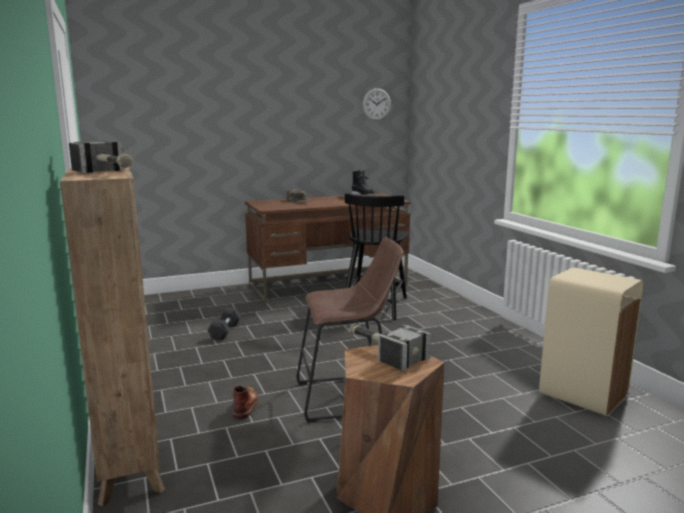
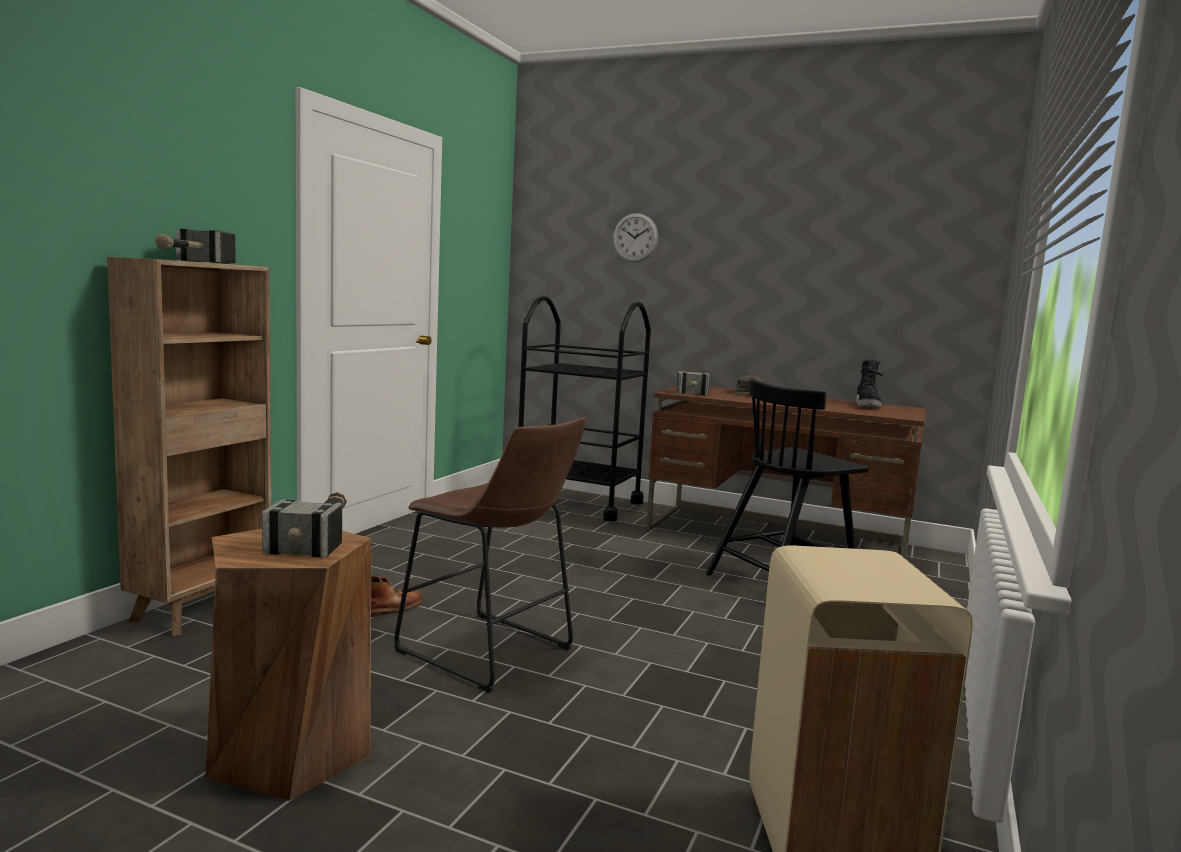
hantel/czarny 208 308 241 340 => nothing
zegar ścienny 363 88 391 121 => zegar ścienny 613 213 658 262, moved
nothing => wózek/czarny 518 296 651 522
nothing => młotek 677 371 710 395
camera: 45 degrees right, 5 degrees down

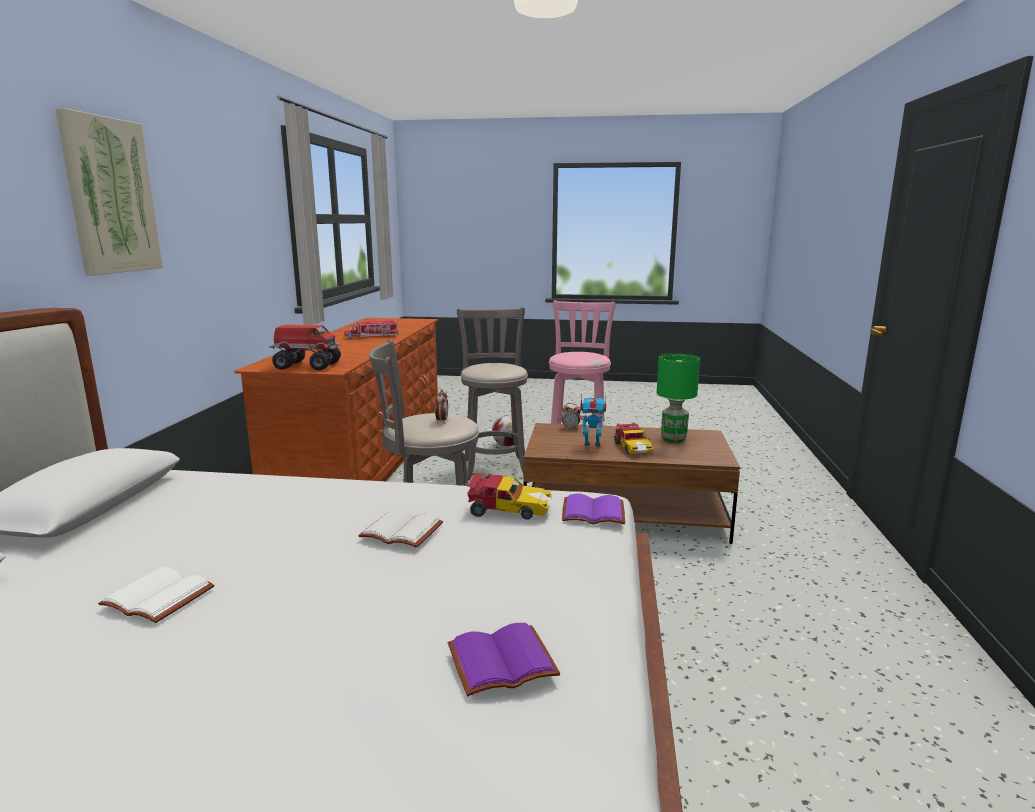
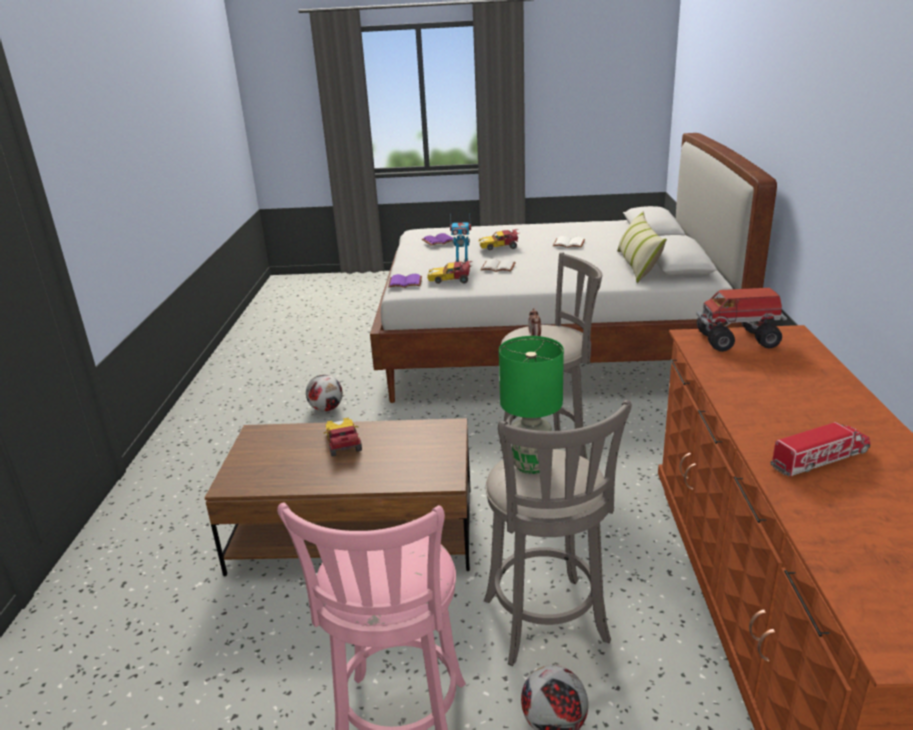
obraz 55 108 163 275 => nothing
budzik 561 403 581 429 => nothing
robot zabawkowy 580 394 606 450 => robot zabawkowy 450 222 471 264, moved
lampa stołowa/zielony 657 353 700 443 => lampa stołowa/zielony 499 336 564 474, moved
nothing => piłka futbolowa 306 375 343 412
nothing => samochodzik 479 229 519 250
nothing => poduszka 617 211 667 283
camera: 175 degrees right, 10 degrees up

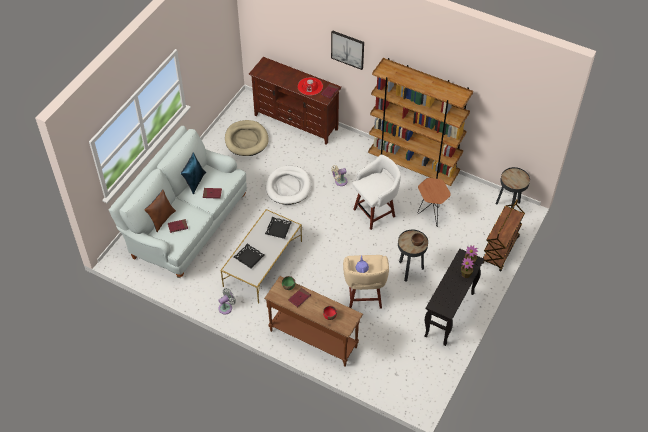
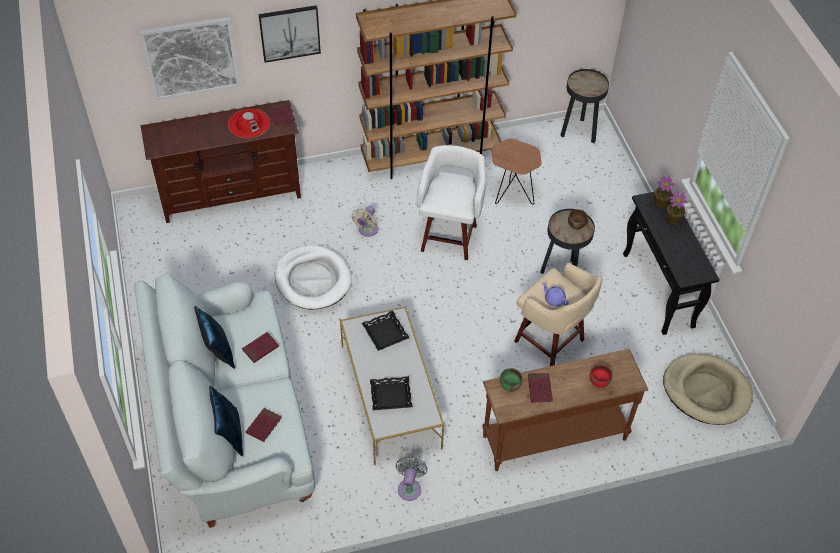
poduszka/brązowy 144 189 176 232 => poduszka/niebieski 209 385 243 456
legowisko/beżowy 225 120 269 156 => legowisko/beżowy 663 353 753 425, moved
wózek/brązowy 482 199 525 271 => nothing
nothing => obraz 140 17 240 100
camera: 45 degrees left, 0 degrees up

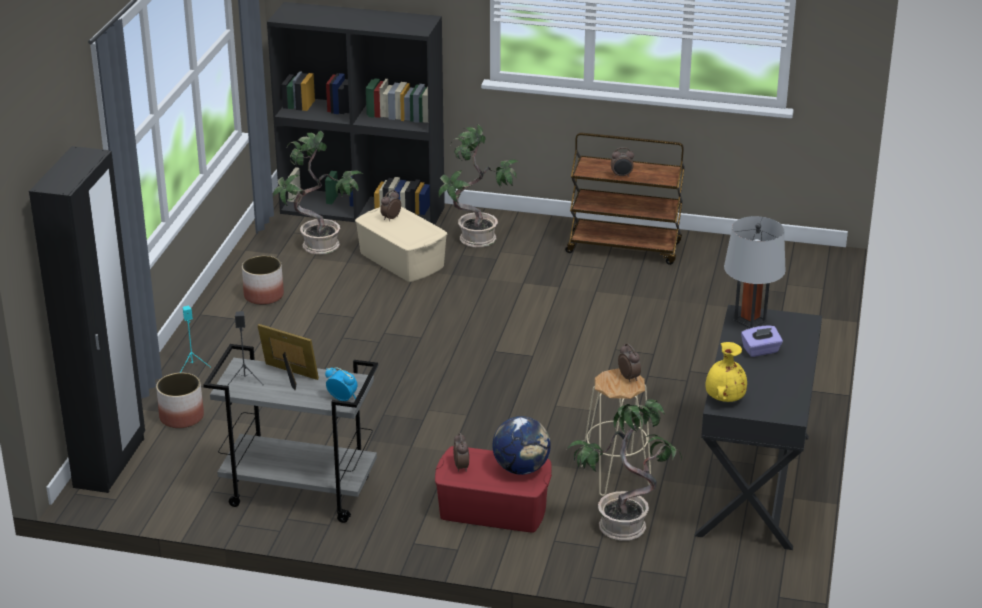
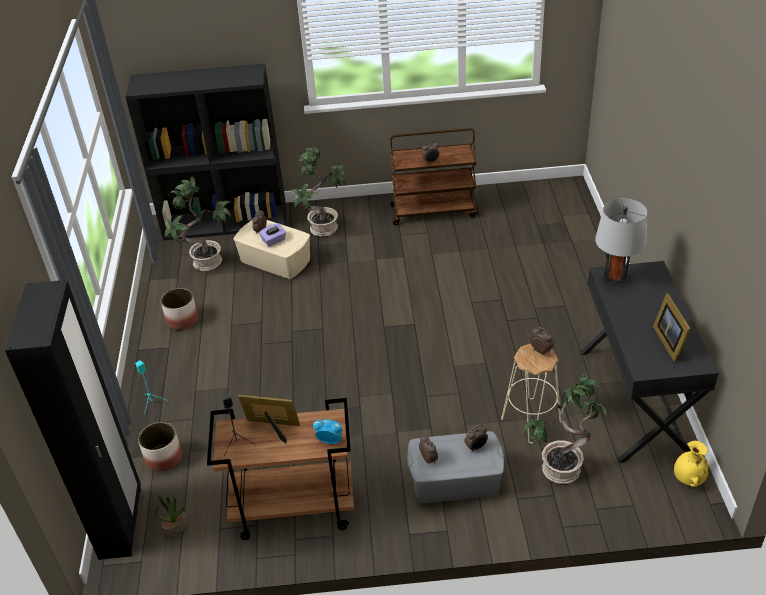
wózek/szary 203 344 378 523 => wózek/brązowy 207 398 354 540
pojemnik do przechowywania/czerwony 435 446 552 533 => pojemnik do przechowywania/szary 407 431 504 503
globus 492 416 551 475 => budzik 464 424 488 452
wazon/żółty 705 342 747 402 => wazon/żółty 674 441 709 487, moved
pudełko chusteczek/fioletowy 741 325 783 357 => pudełko chusteczek/fioletowy 259 223 286 246, moved
nothing => roślina doniczkowa 156 494 187 537
nothing => ramka na zdjęcie 653 294 691 362
camera: 15 degrees left, 10 degrees up

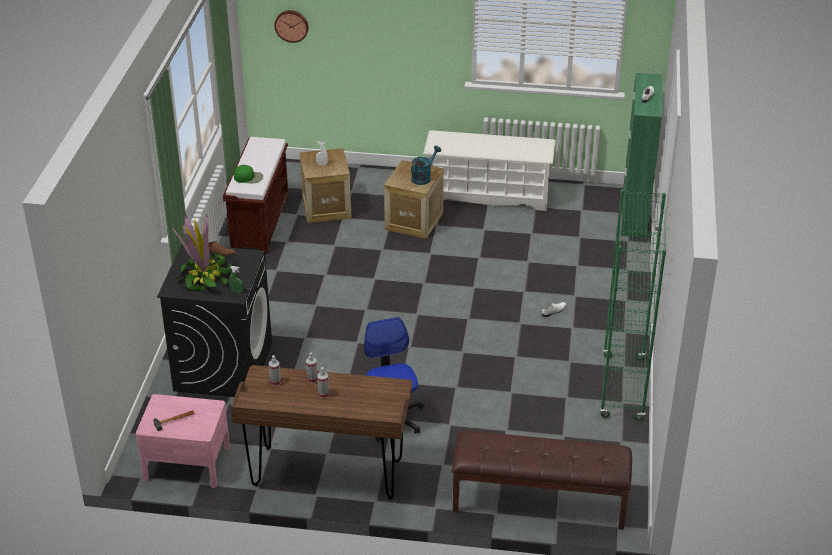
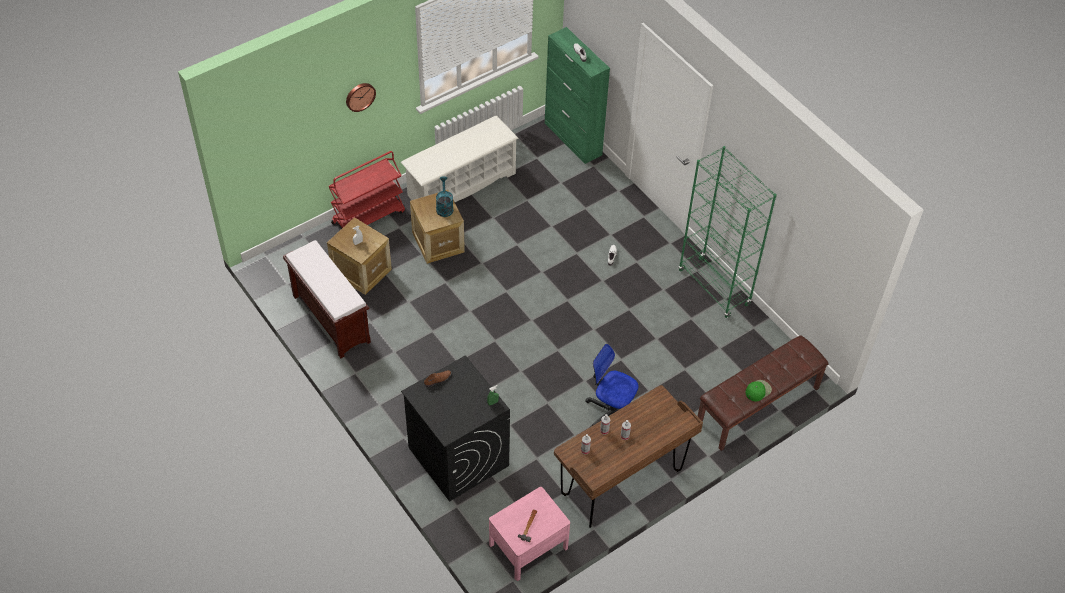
roślina doniczkowa 172 212 232 292 => nothing
czapka z daszkiem/zielony 234 165 263 183 => czapka z daszkiem/zielony 746 380 772 401, moved
zegar ścienny 274 10 309 43 => zegar ścienny 346 83 376 112, moved
nothing => wózek/czerwony 328 151 405 228
camera: 45 degrees left, 15 degrees up

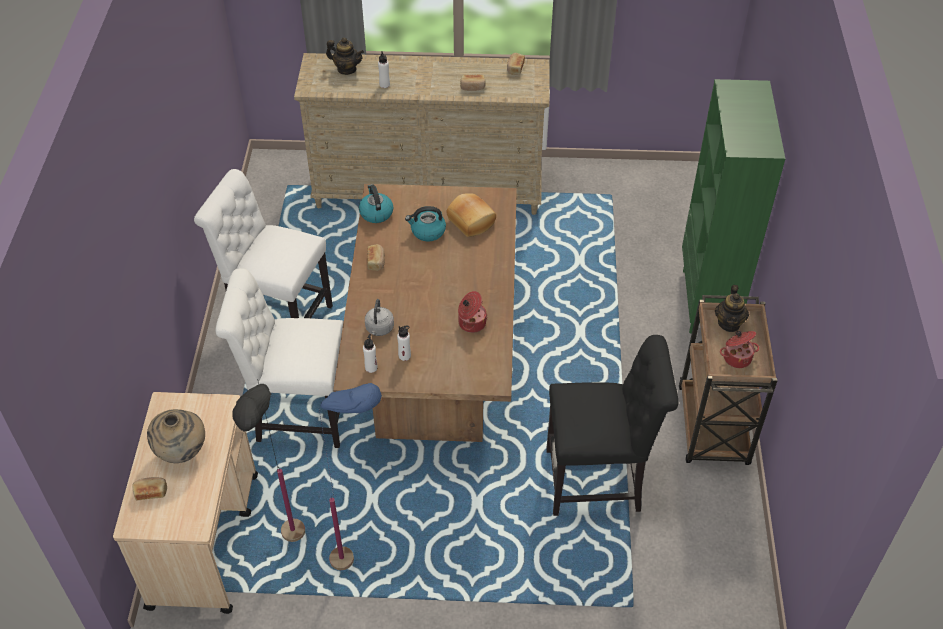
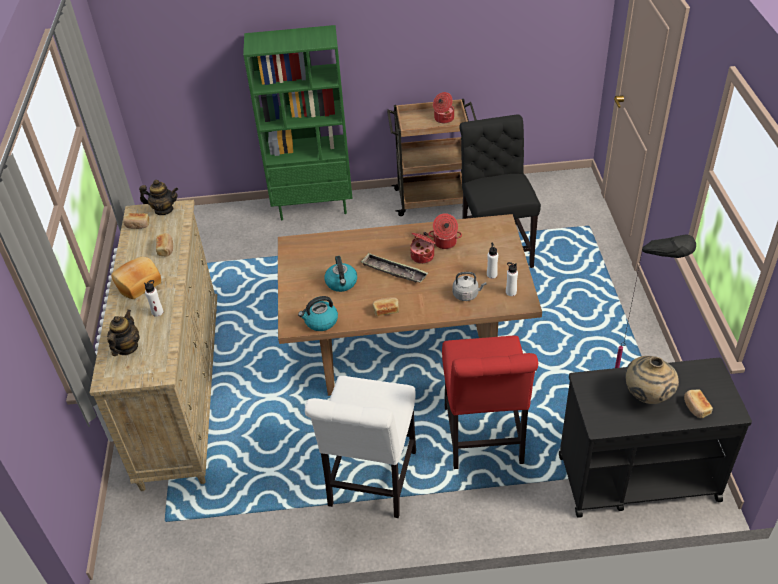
wózek/beżowy 113 392 258 614 => wózek/czarny 559 358 752 518
krzesło/biały 215 268 344 448 => krzesło/czerwony 442 336 538 469
lampa stojąca/niebieski 319 383 382 570 => nothing
chleb 446 193 496 237 => chleb 111 257 161 299, moved
imbryk 715 285 749 332 => imbryk 139 180 178 215, moved
nothing => taca 361 253 428 283
nothing => garnek 410 232 436 264
camera: 95 degrees left, 5 degrees down

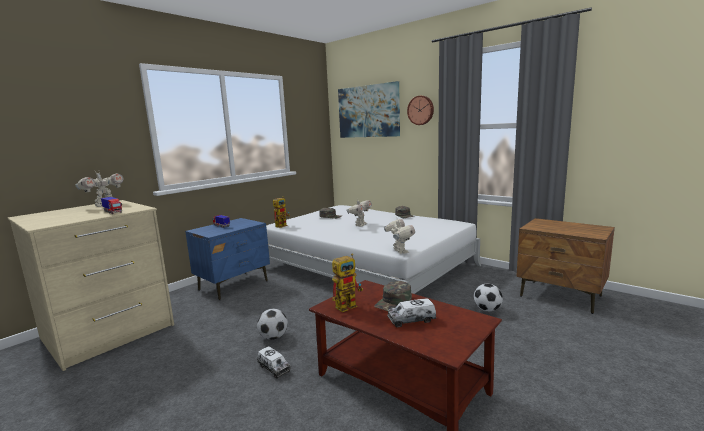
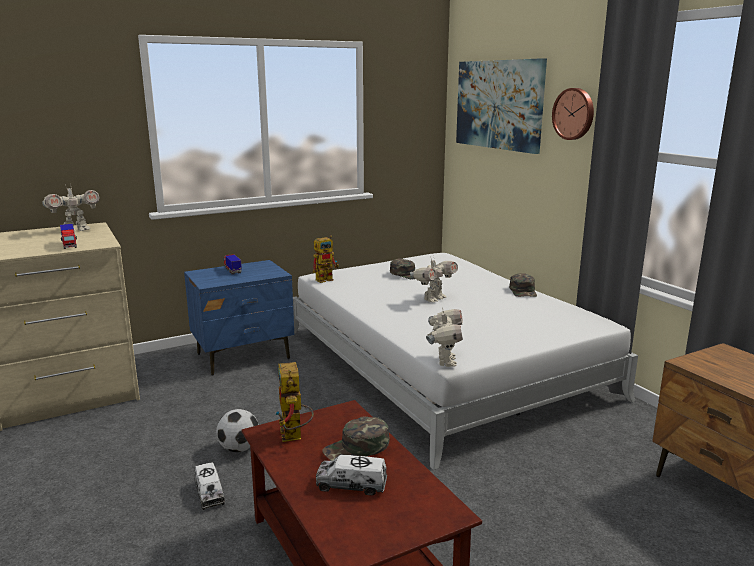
robot zabawkowy 332 253 363 312 => robot zabawkowy 275 362 314 442, 90 degrees clockwise
piłka futbolowa 474 284 503 311 => nothing
camera: 20 degrees right, 5 degrees up

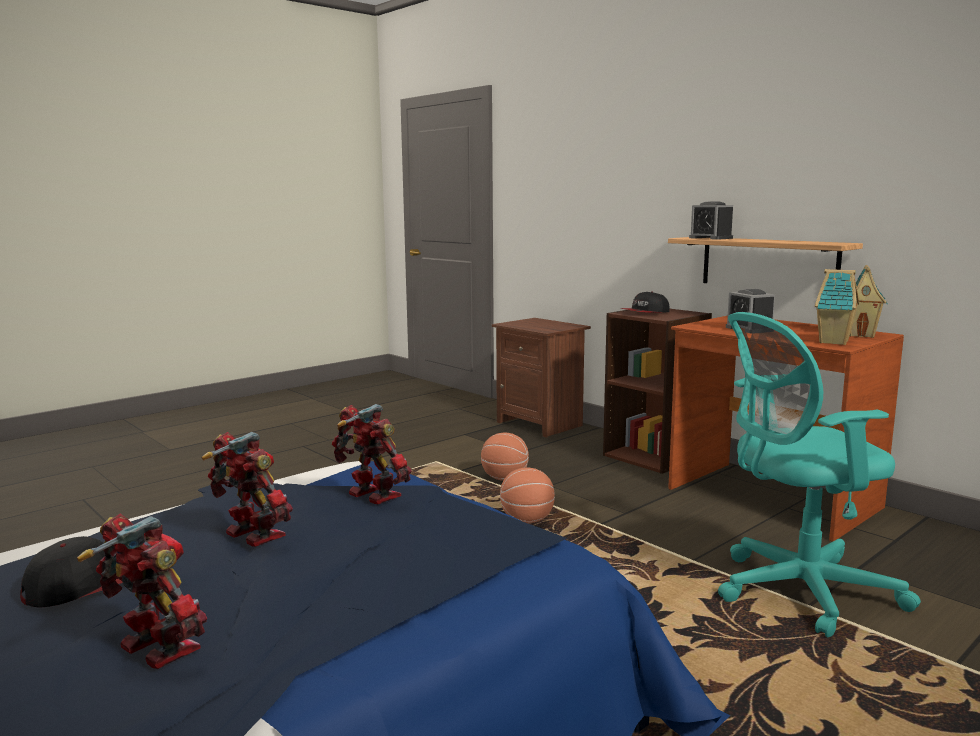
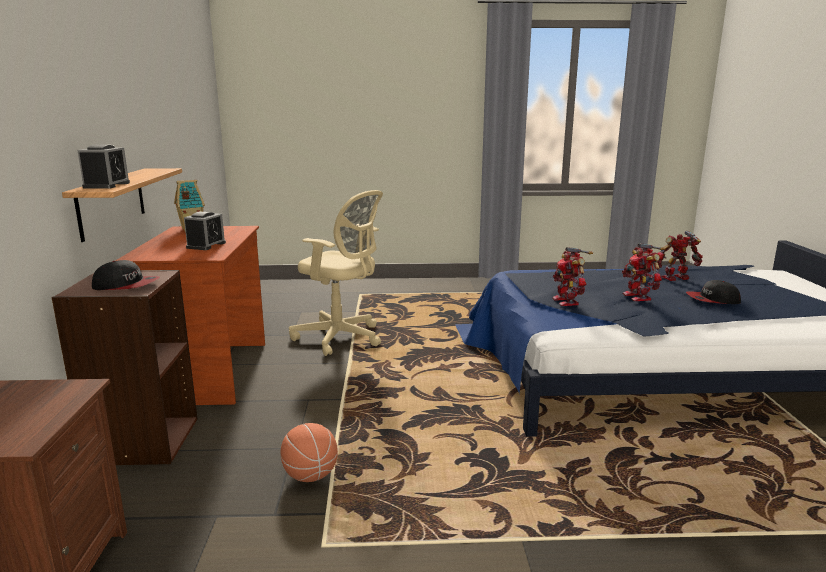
robot zabawkowy 77 513 207 669 => robot zabawkowy 657 231 703 281, 90 degrees clockwise
piłka do koszykówki 500 468 555 523 => nothing
krzesło biurowe/turkusowy 718 312 921 637 => krzesło biurowe/beżowy 289 190 383 356
domek 815 269 859 345 => nothing
camera: 140 degrees left, 5 degrees up

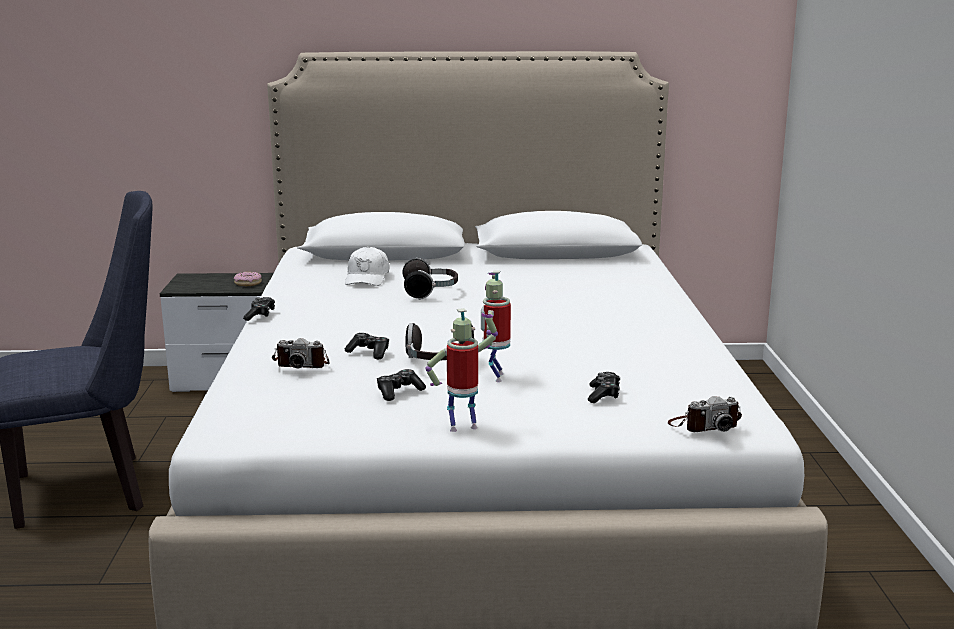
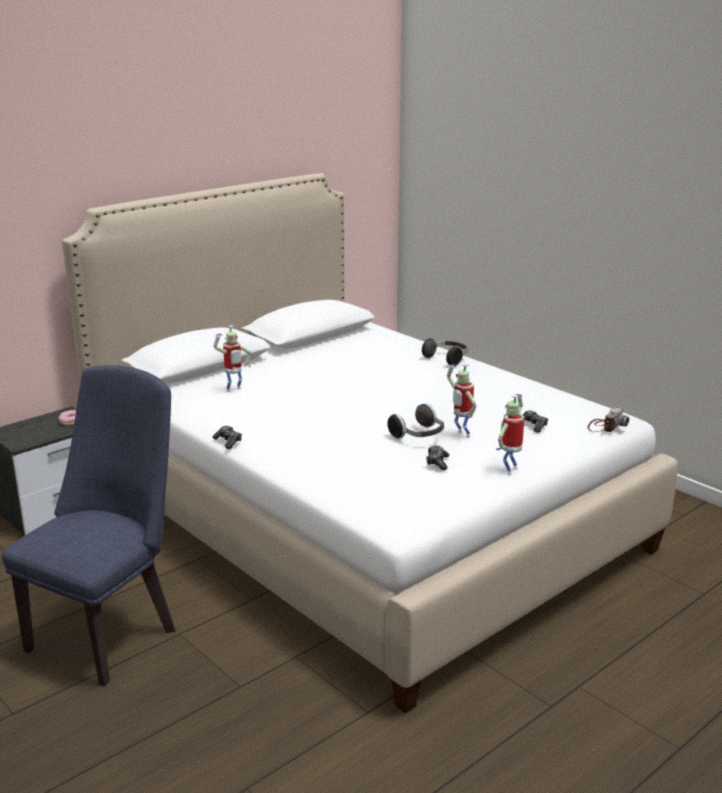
aparat fotograficzny 272 338 330 368 => nothing
czapka z daszkiem/biały 345 246 389 286 => robot zabawkowy 213 325 252 392
pad do gier 345 333 389 359 => nothing
słuchawki 403 257 458 300 => słuchawki 422 338 468 367, moved
camera: 40 degrees left, 5 degrees up

